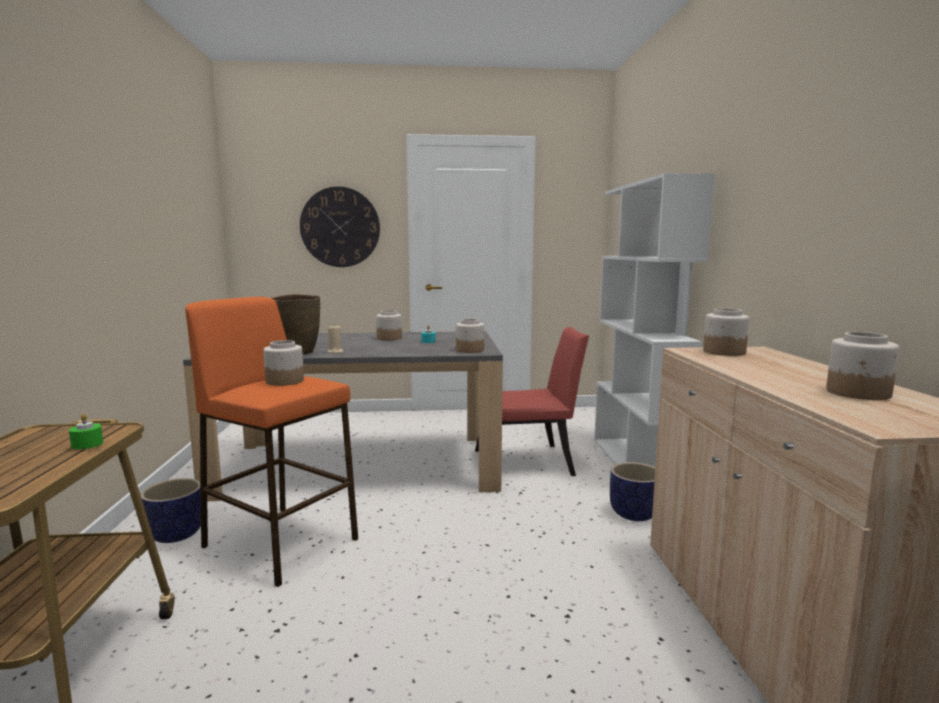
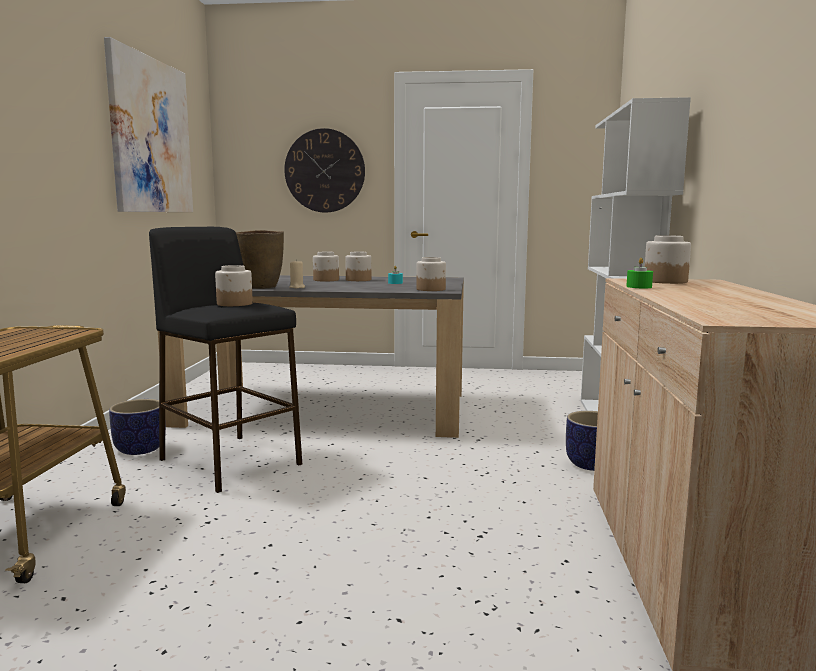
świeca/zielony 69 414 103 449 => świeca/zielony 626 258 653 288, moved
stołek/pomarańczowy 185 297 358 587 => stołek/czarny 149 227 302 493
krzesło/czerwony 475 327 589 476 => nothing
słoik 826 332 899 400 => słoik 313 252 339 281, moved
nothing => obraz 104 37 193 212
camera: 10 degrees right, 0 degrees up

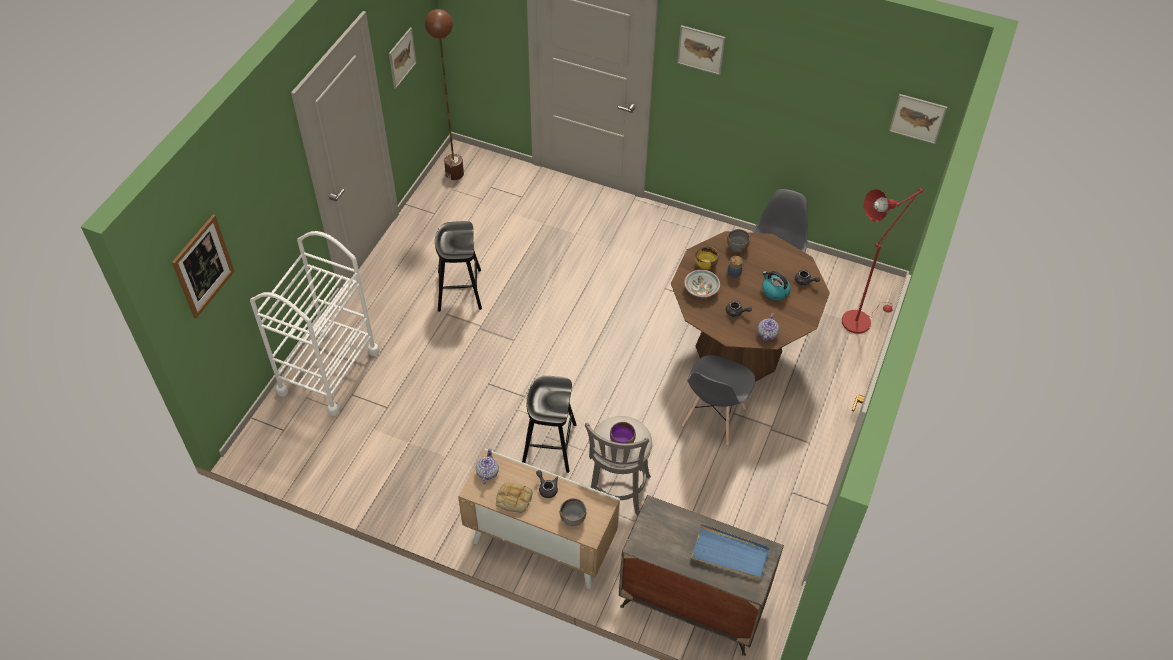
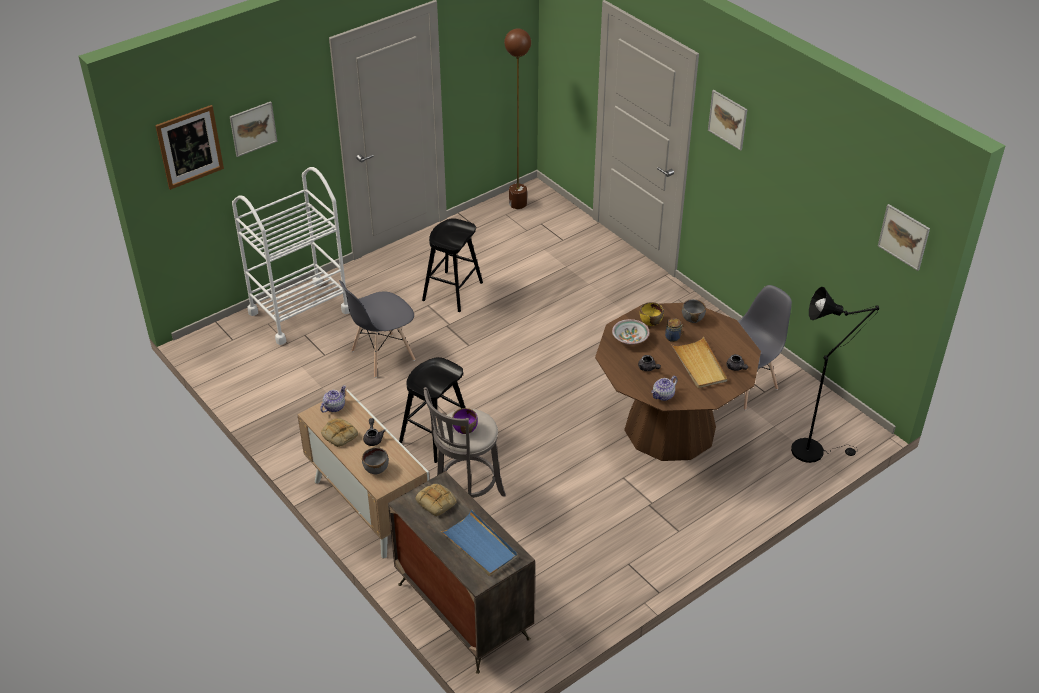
obraz 389 27 416 89 => obraz 230 101 277 157, moved
krzesło/szary 682 355 756 445 => krzesło/szary 339 280 415 378, moved
czajnik 762 271 791 300 => taca/beżowy 671 337 728 388
lampa stojąca/czerwony 842 188 923 334 => lampa stojąca/czarny 791 287 879 463
nothing => chleb 416 484 456 516
camera: 30 degrees right, 10 degrees down

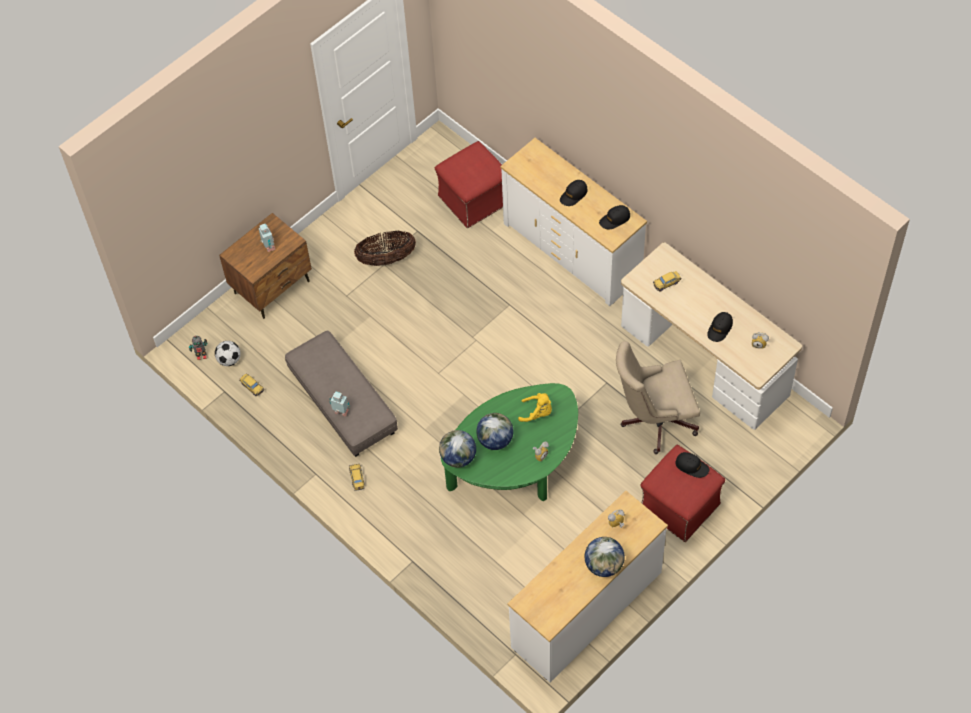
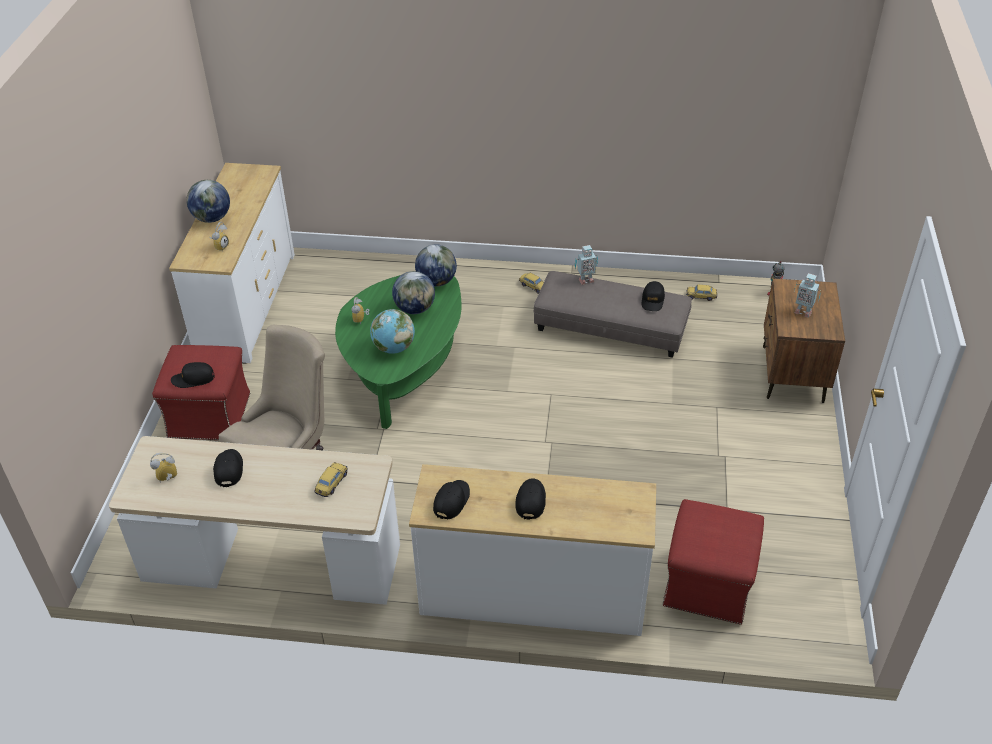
piłka futbolowa 215 341 241 366 => nothing
koszyk 354 230 416 266 => nothing
pluszak/żółty 518 393 552 422 => globus 370 309 415 354
nothing => czapka z daszkiem/czarny 642 281 665 311
camera: 140 degrees right, 15 degrees down

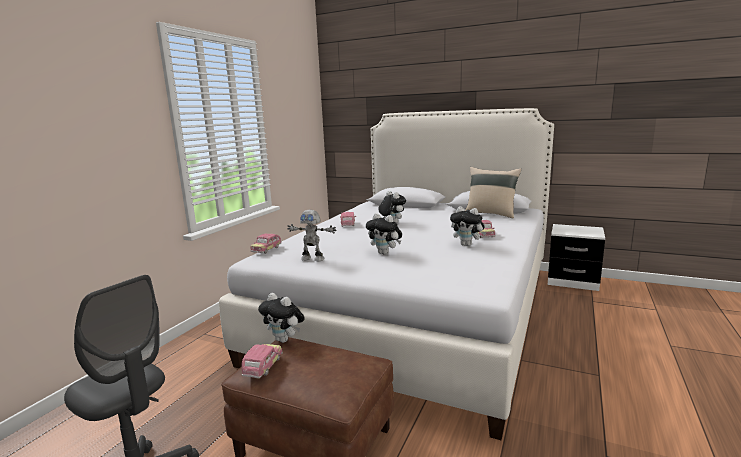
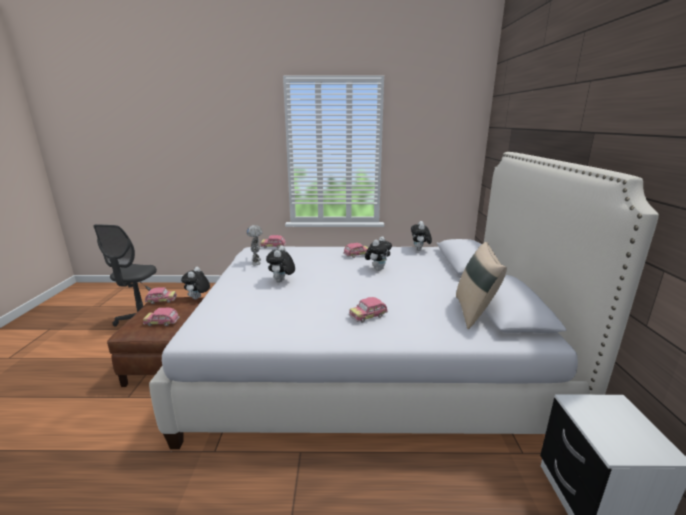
pluszak 450 206 487 246 => pluszak 411 221 432 251, moved
nothing => samochodzik 143 307 180 326
camera: 65 degrees right, 5 degrees up

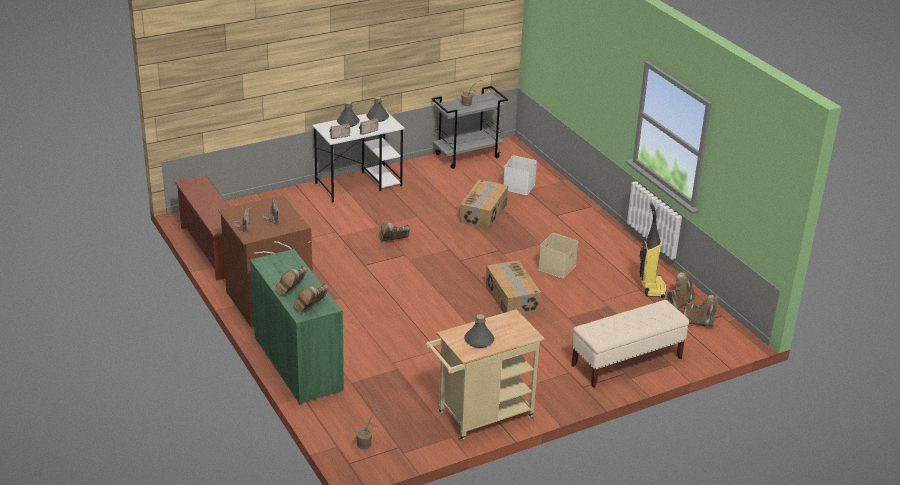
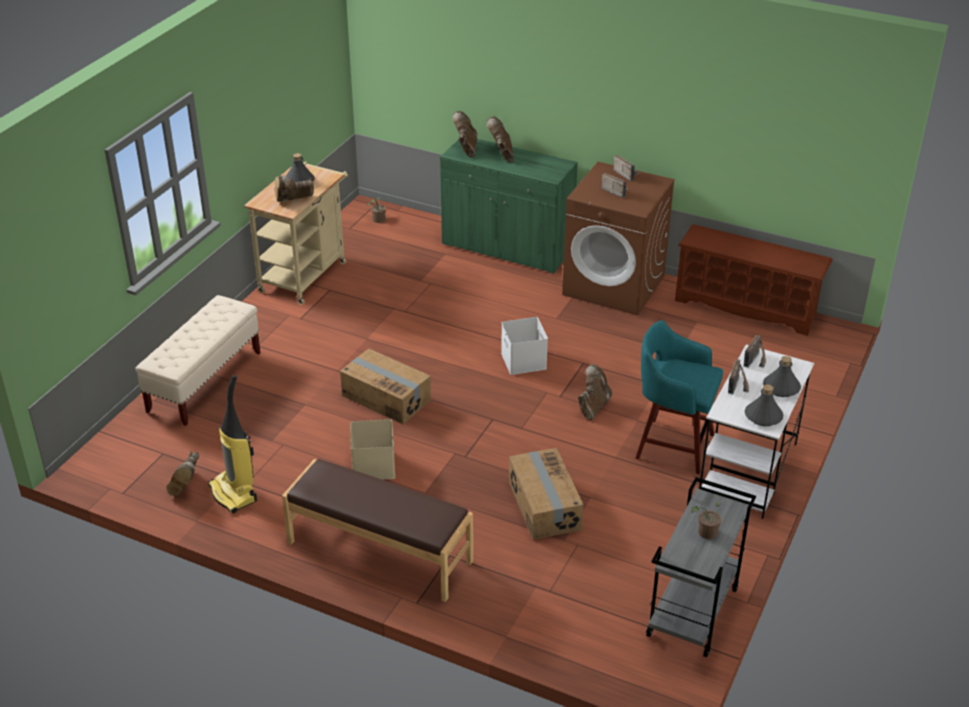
pojemnik do przechowywania/biały 503 155 537 195 => pojemnik do przechowywania/biały 501 317 548 375, moved
but z cholewką/brązowy 683 295 718 327 => but z cholewką/brązowy 274 175 314 202, moved
nothing => ławka/brązowy 282 459 473 602
nothing => stołek/turkusowy 635 320 723 474
camera: 145 degrees right, 5 degrees up

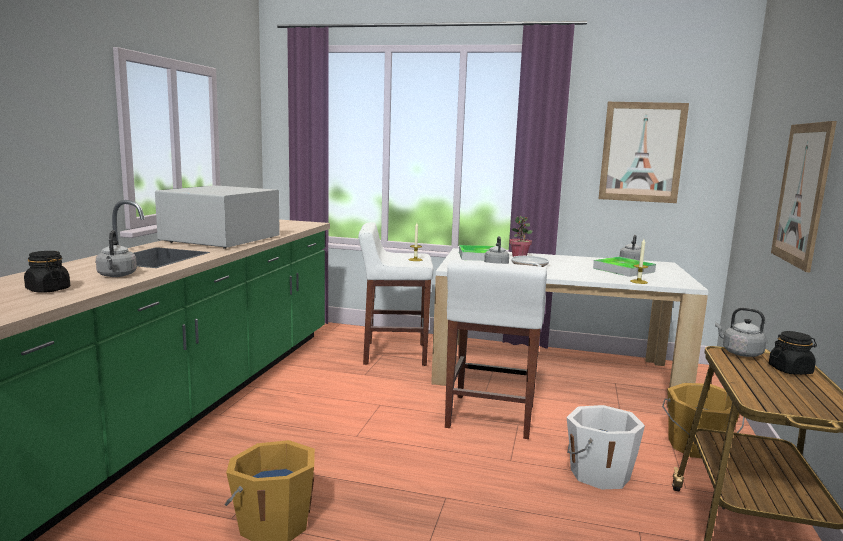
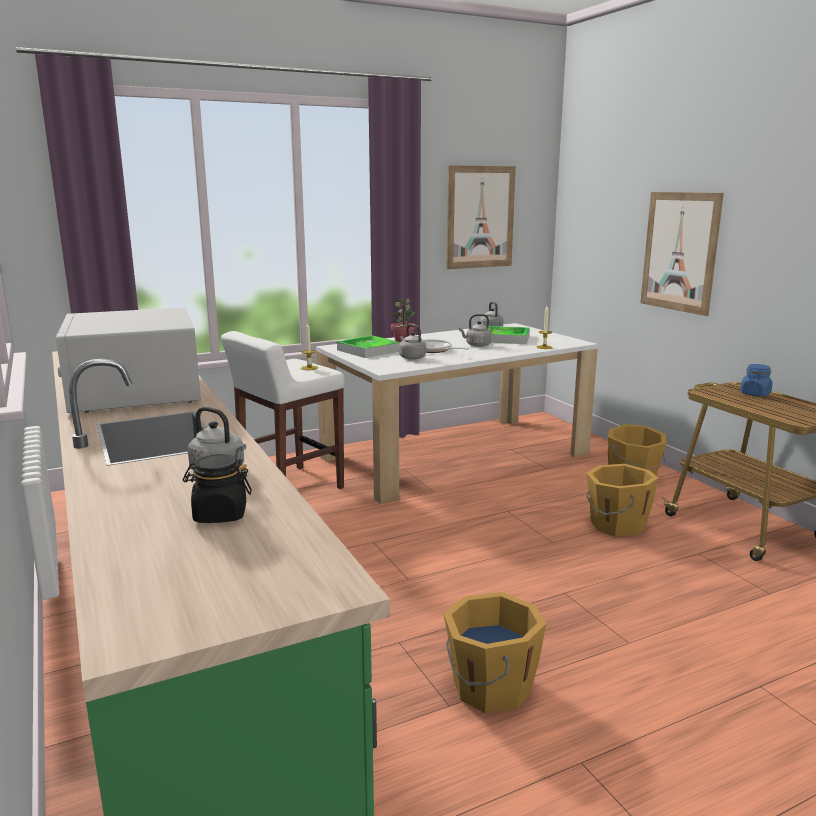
stołek/biały 445 260 547 439 => nothing
wiadro/biały 567 405 645 489 => wiadro/pomarańczowy 586 464 659 536
czajnik/szary 715 307 767 357 => czajnik/szary 459 314 492 347, moved
słoik/czarny 769 331 817 375 => słoik/niebieski 740 364 773 397
camera: 40 degrees left, 5 degrees up

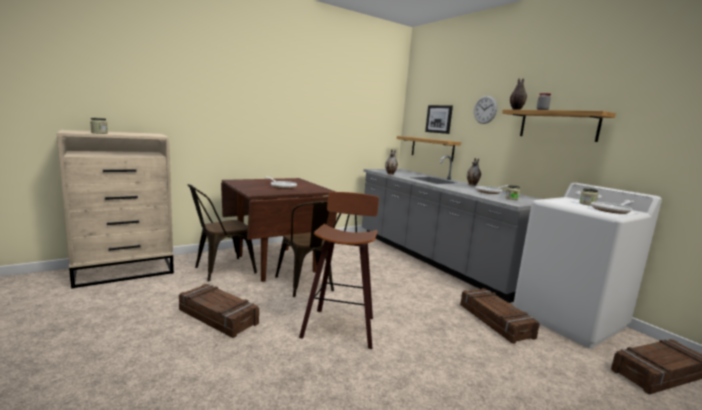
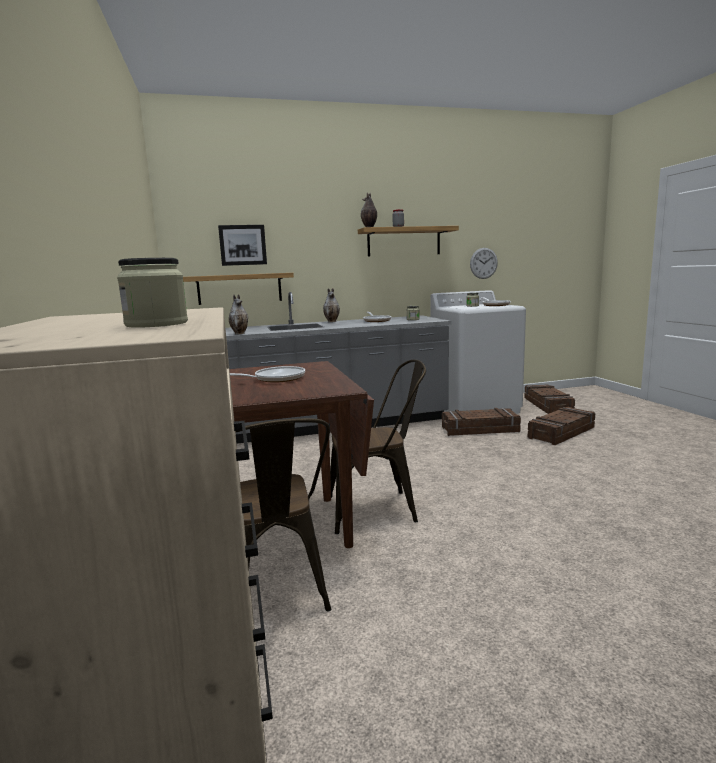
skrzynka 179 284 259 338 => skrzynka 528 407 595 445, moved
stołek 299 192 379 349 => nothing
zegar ścienny 474 96 497 124 => zegar ścienny 470 248 498 279, moved
camera: 70 degrees left, 0 degrees up

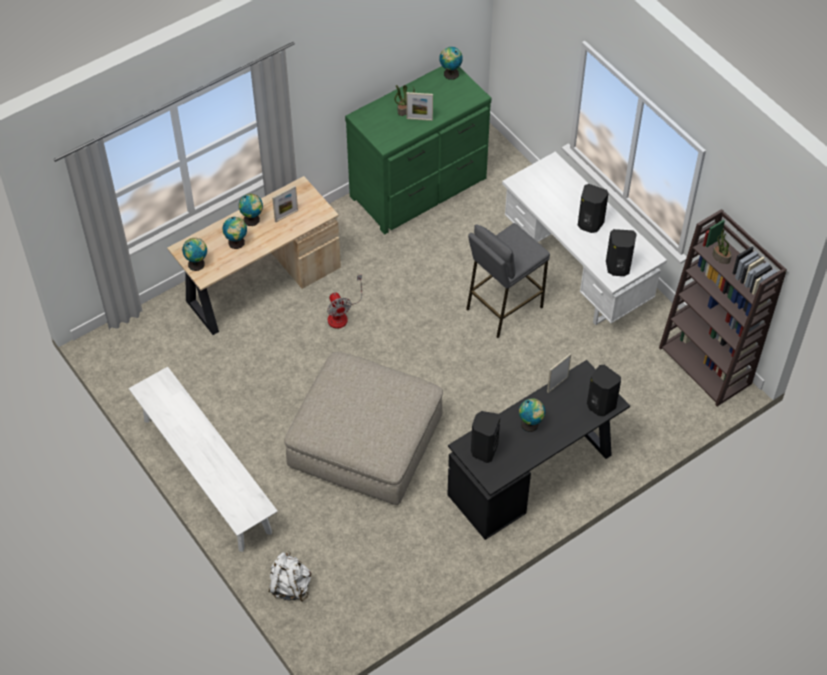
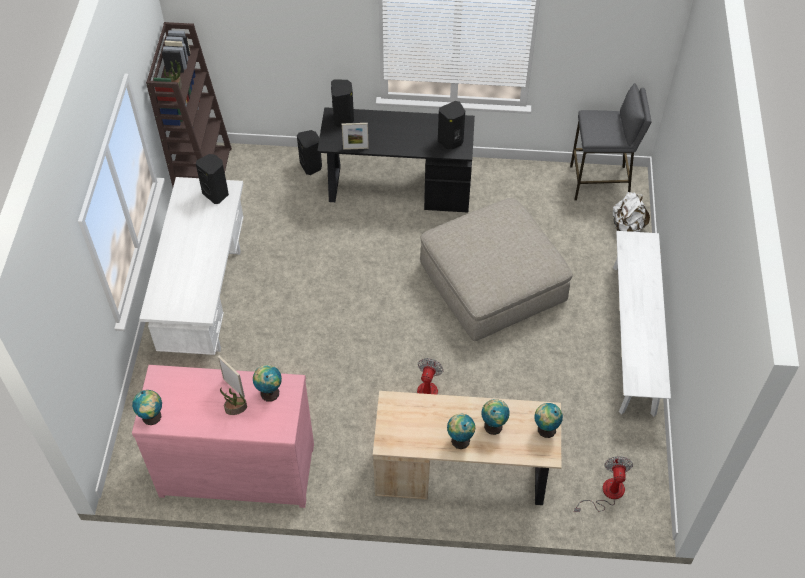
ramka na zdjęcie 272 186 298 222 => nothing
komoda/zielony 345 66 491 234 => komoda/różowy 132 365 314 508
stołek/szary 466 223 550 338 => stołek/szary 570 83 651 201, moved
globus 519 398 545 432 => globus 253 365 282 401, moved
głośnik/czarny 578 184 609 233 => głośnik/czarny 297 130 322 175, moved
nothing => wentylator 574 456 633 512
camera: 140 degrees left, 0 degrees up

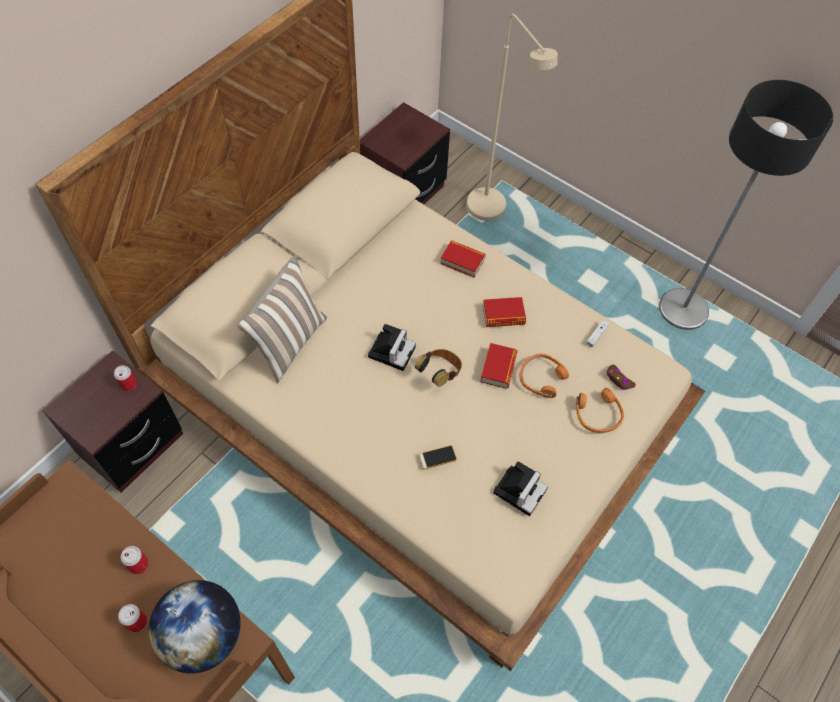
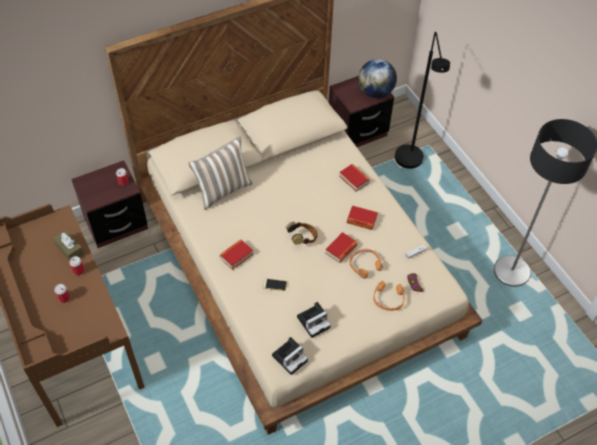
globus 149 580 241 674 => globus 358 59 397 98, moved
aparat fotograficzny 368 324 416 371 => aparat fotograficzny 272 337 308 375, moved
lampa stojąca/beżowy 466 13 558 221 => lampa stojąca/czarny 395 32 450 169
nothing => pudełko chusteczek/brązowy 53 230 84 261
nothing => książka 220 239 253 270
camera: 25 degrees right, 5 degrees down

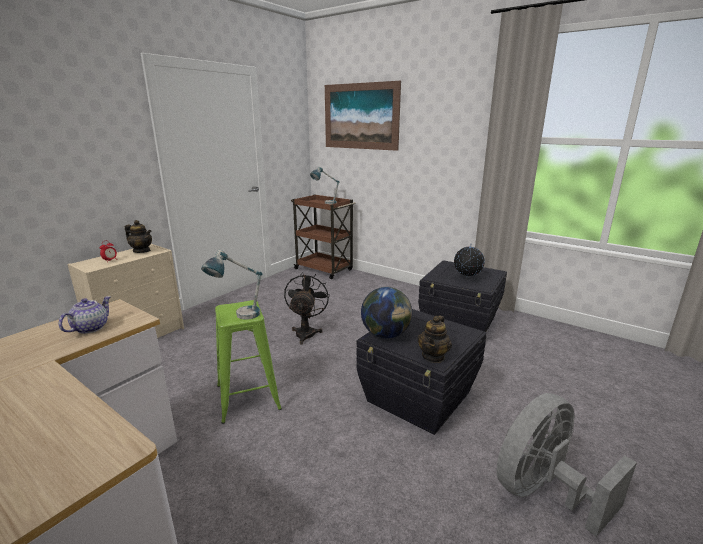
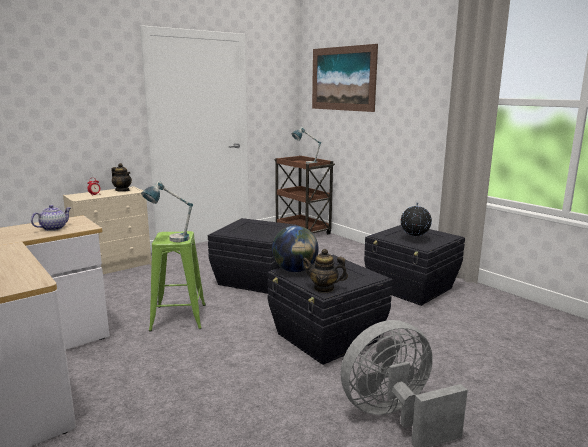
wentylator/czarny 284 272 330 345 => pojemnik do przechowywania/czarny 208 218 299 294
imbryk 417 315 452 363 => imbryk 302 249 348 293, 60 degrees clockwise
camera: 15 degrees right, 5 degrees down

